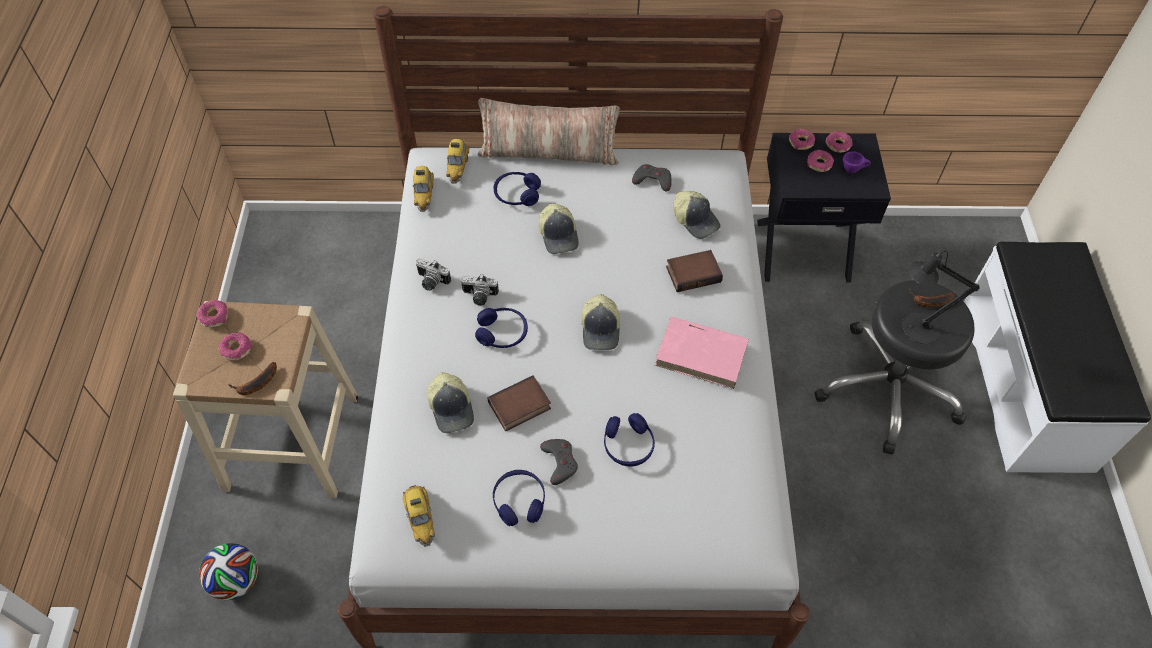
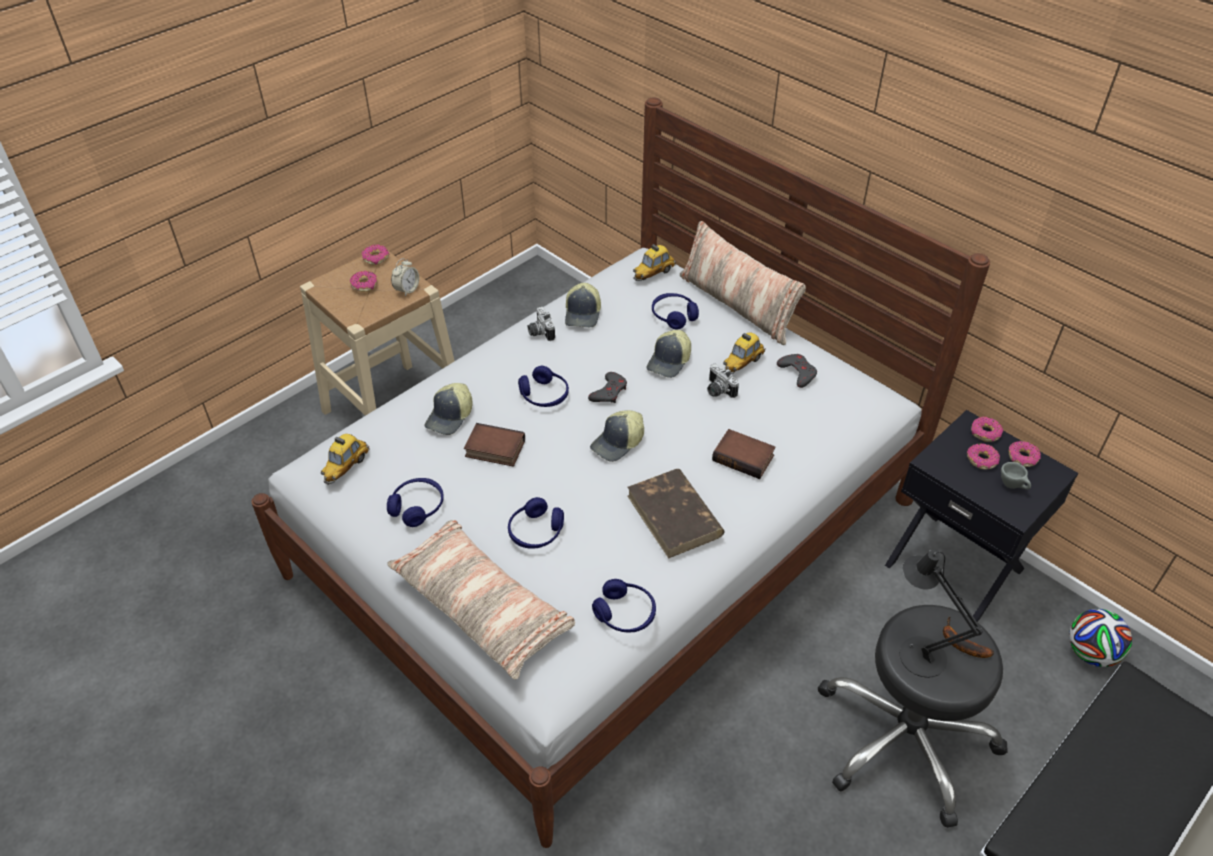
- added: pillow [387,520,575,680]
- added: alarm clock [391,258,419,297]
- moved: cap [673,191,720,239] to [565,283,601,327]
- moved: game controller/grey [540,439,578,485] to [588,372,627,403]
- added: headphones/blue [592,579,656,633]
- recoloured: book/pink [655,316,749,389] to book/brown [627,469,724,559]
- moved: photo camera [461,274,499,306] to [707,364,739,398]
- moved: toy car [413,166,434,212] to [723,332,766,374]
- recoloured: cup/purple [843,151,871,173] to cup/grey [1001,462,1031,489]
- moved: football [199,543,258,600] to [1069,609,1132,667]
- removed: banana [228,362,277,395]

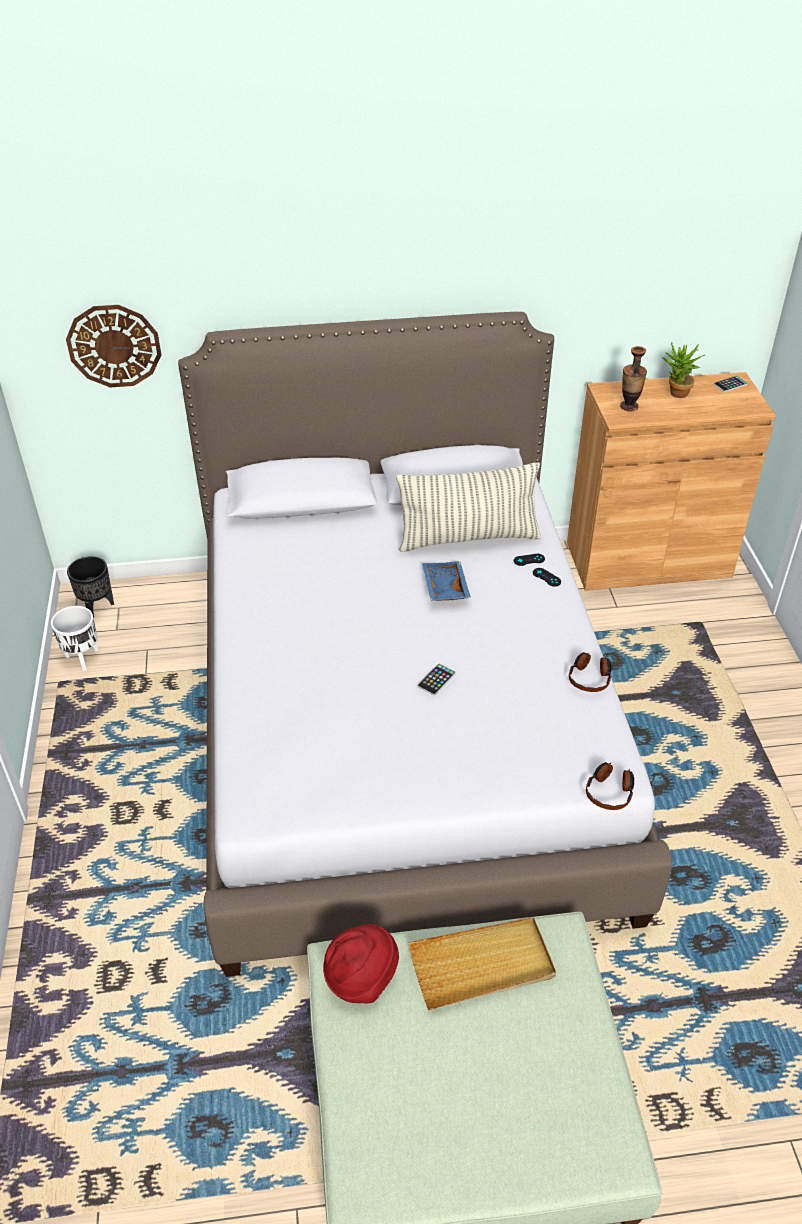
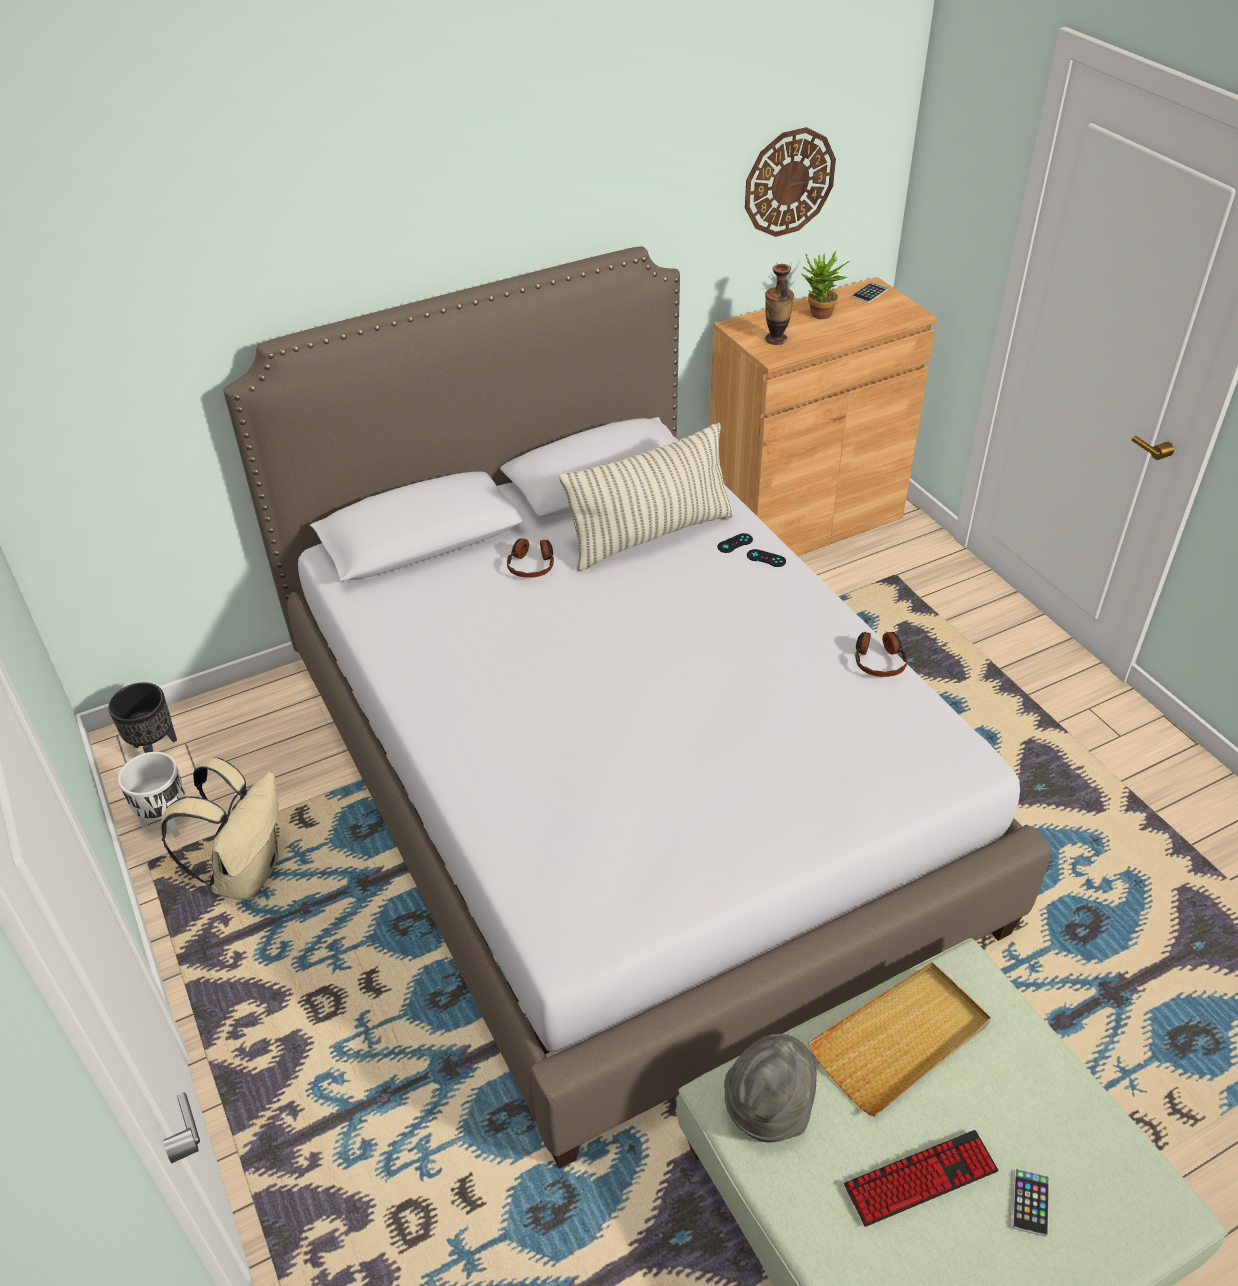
- added: backpack/beige [161,757,279,900]
- moved: headphones [586,762,634,810] to [507,538,554,578]
- recoloured: hat/red [323,924,399,1003] to hat/grey [724,1034,817,1142]
- moved: wall clock [66,305,161,388] to [745,127,836,237]
- added: keyboard [844,1130,998,1227]
- moved: phone [417,663,456,696] to [1012,1168,1049,1237]
- removed: tray/blue [422,561,471,601]

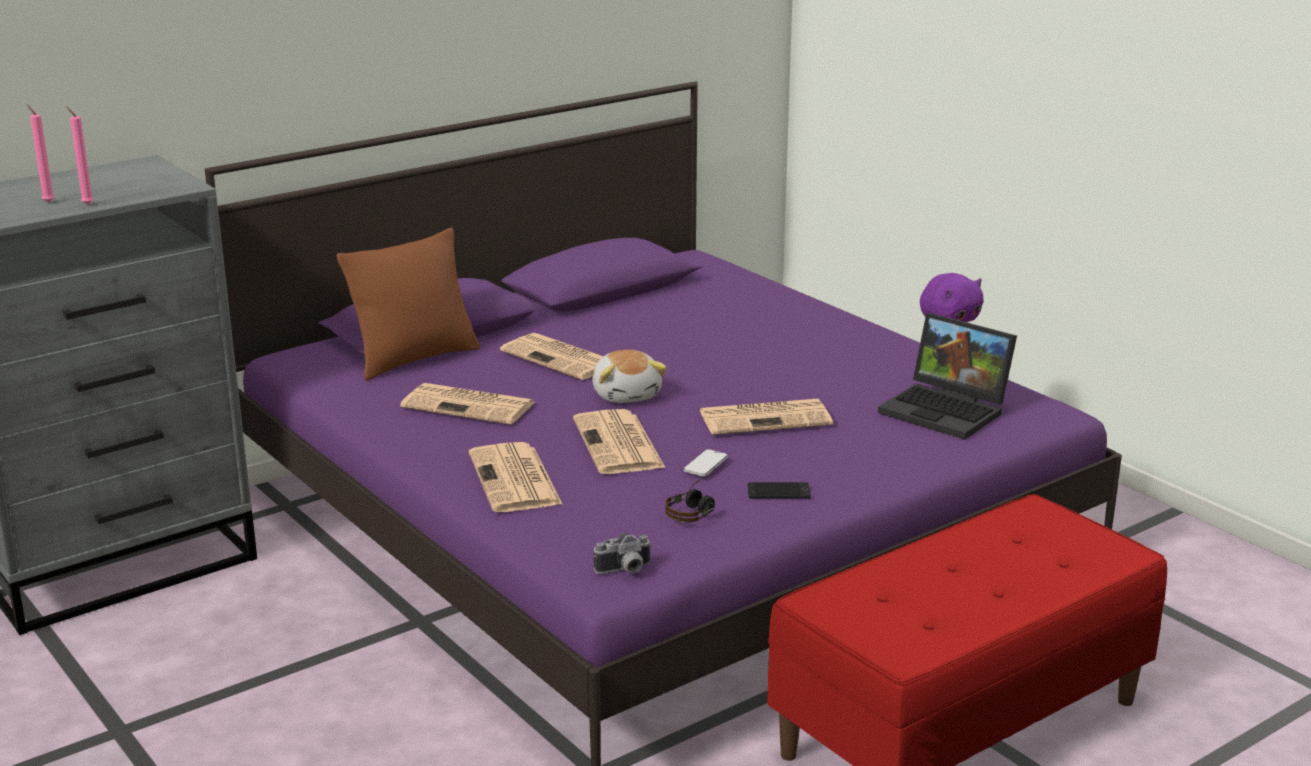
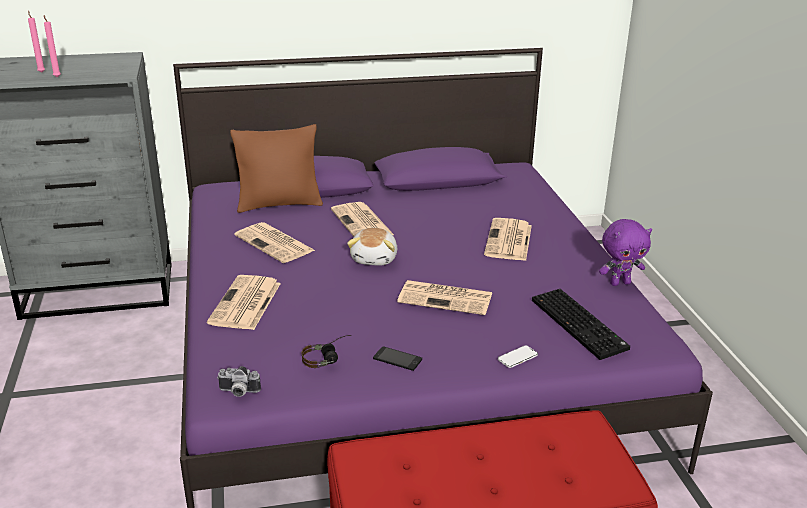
- moved: newspaper [573,409,666,474] to [484,218,532,261]
- moved: phone [684,449,728,476] to [498,345,538,368]
- replaced: laptop [878,313,1017,440] to keyboard [532,289,630,360]

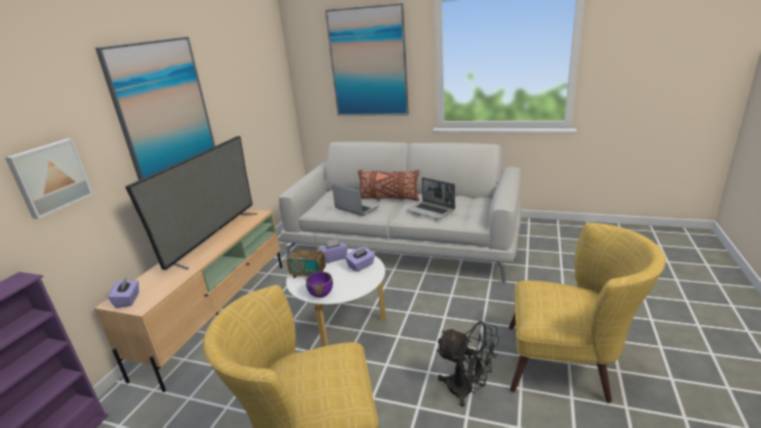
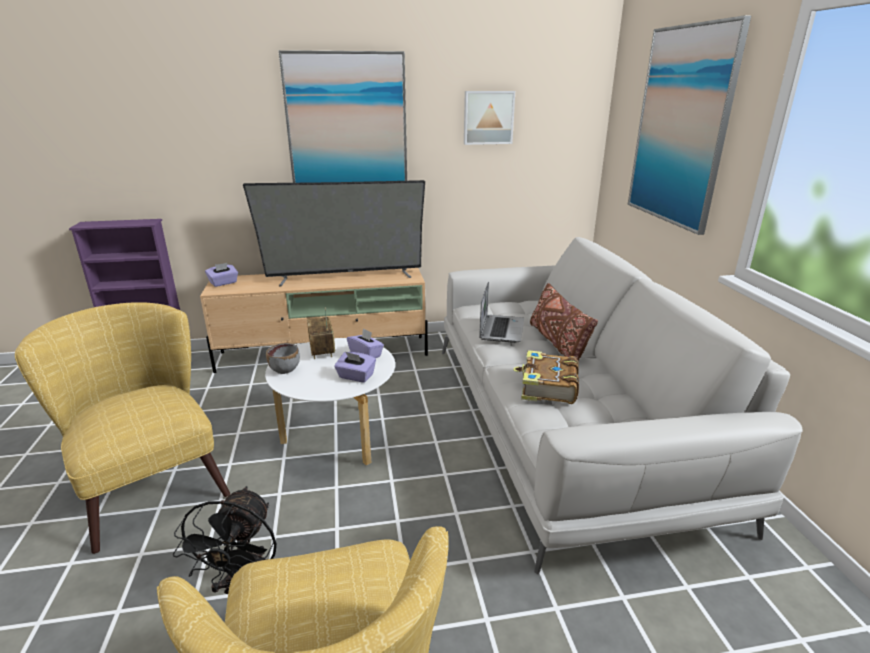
- recoloured: bowl/purple [306,272,333,298] to bowl/grey [266,343,300,374]
- moved: picture [5,139,93,219] to [464,91,515,145]
- replaced: laptop [407,177,455,219] to book [513,350,579,404]

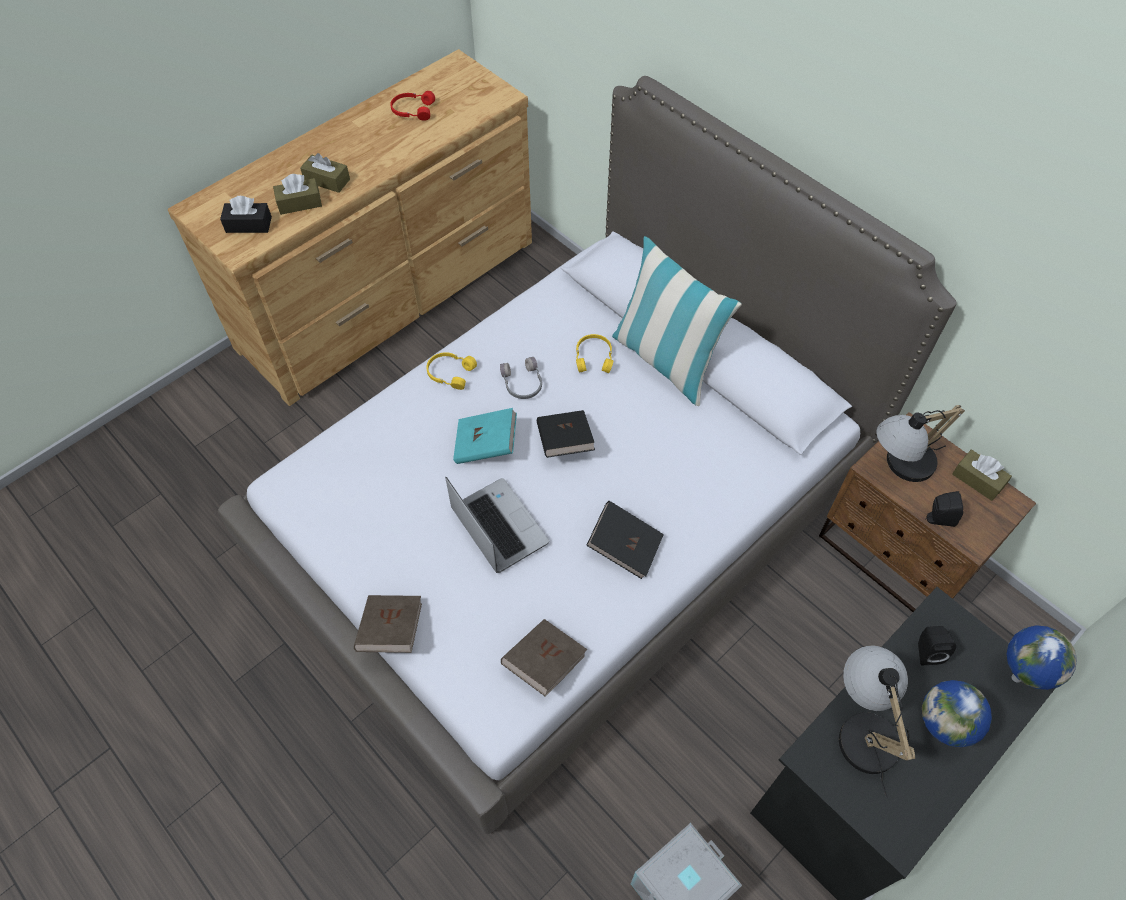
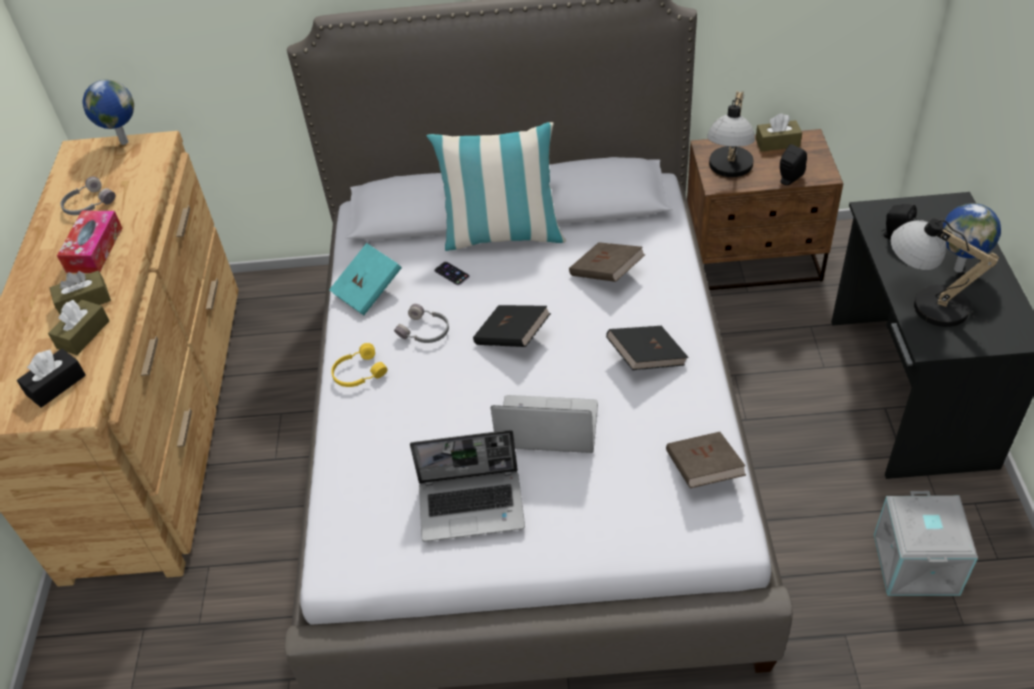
- added: tissue box [57,211,122,273]
- recoloured: headphones/red [390,91,435,121] to headphones/grey [61,177,115,215]
- moved: globe [1007,626,1077,690] to [83,79,134,145]
- moved: book/turquoise [453,408,517,464] to [329,243,402,315]
- added: laptop [410,430,525,541]
- replaced: headphones/yellow [576,334,613,373] to phone [434,261,470,286]
- moved: book/brown [354,595,422,653] to [569,242,645,282]

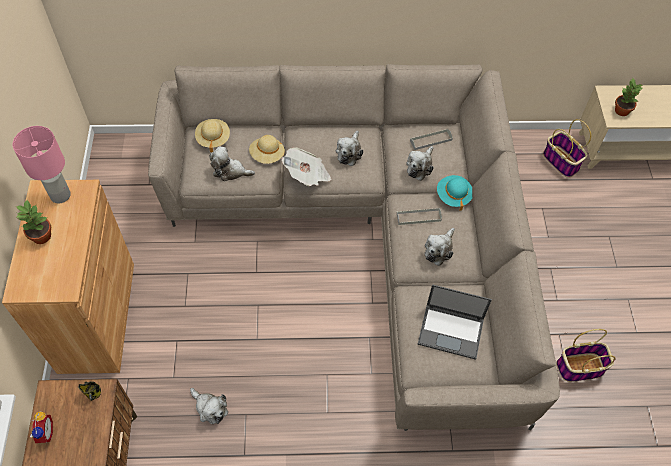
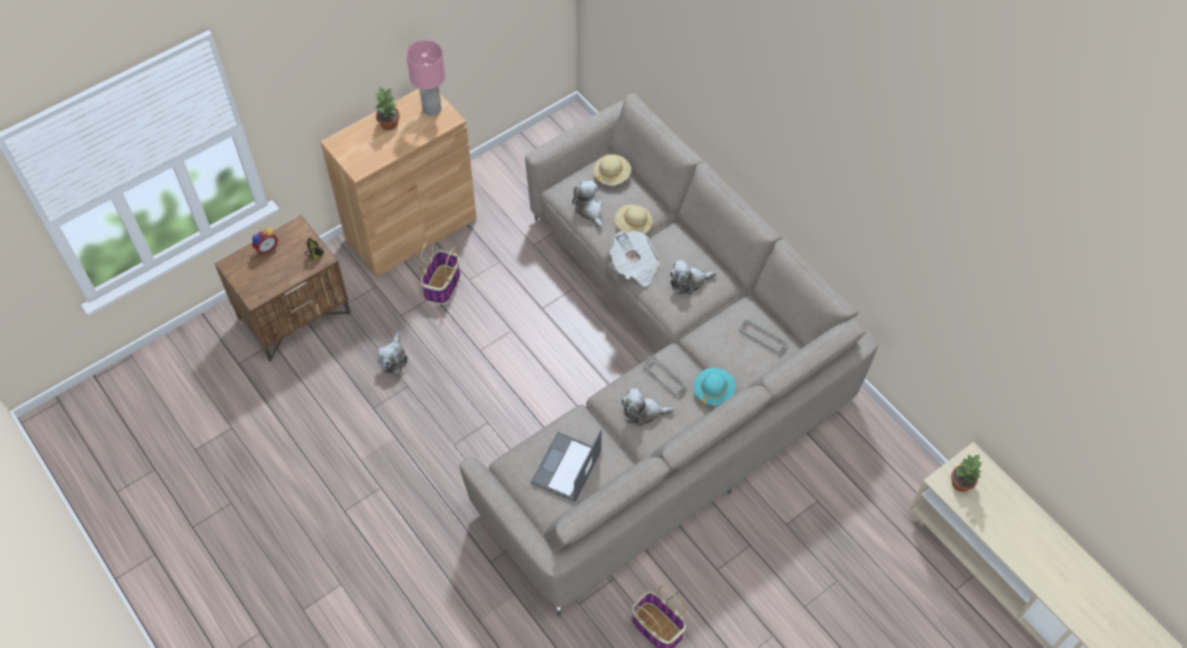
- moved: basket [543,119,591,178] to [420,239,460,304]
- turned: laptop [417,284,492,360] = [531,430,602,502] 45 degrees clockwise
- removed: plush toy [406,146,434,181]

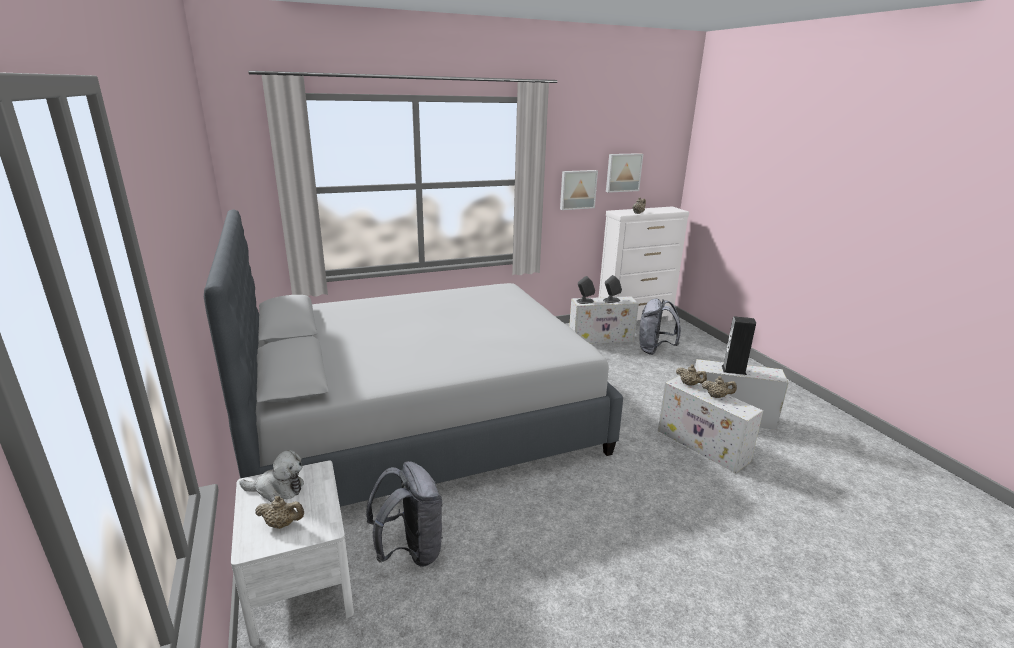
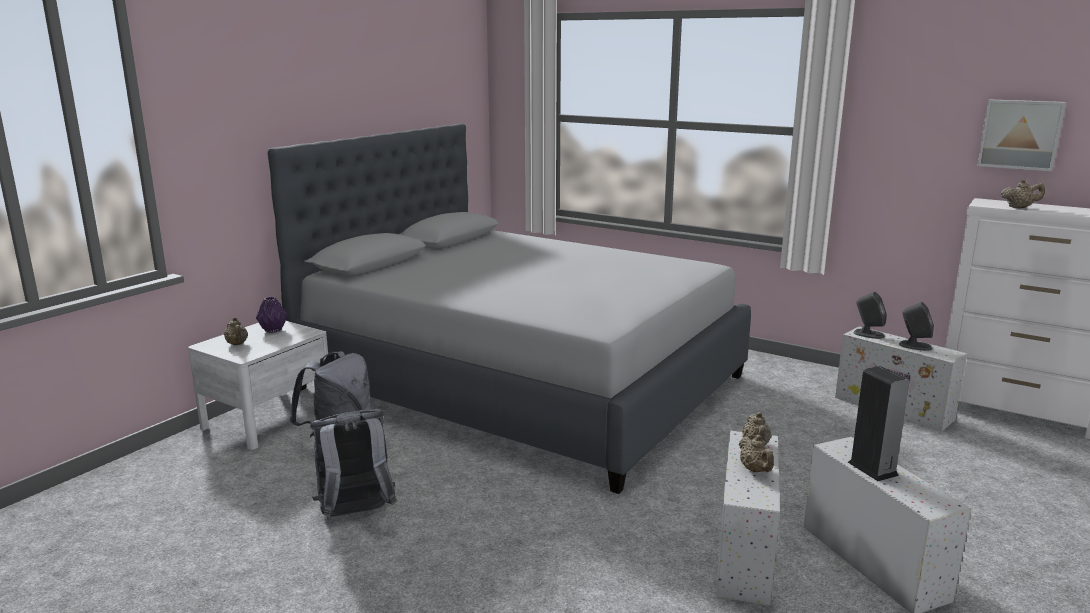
- replaced: plush toy [239,450,304,502] to vase/purple [256,297,288,333]
- moved: backpack/grey [639,299,681,355] to [310,409,397,517]
- removed: picture [560,170,598,210]

